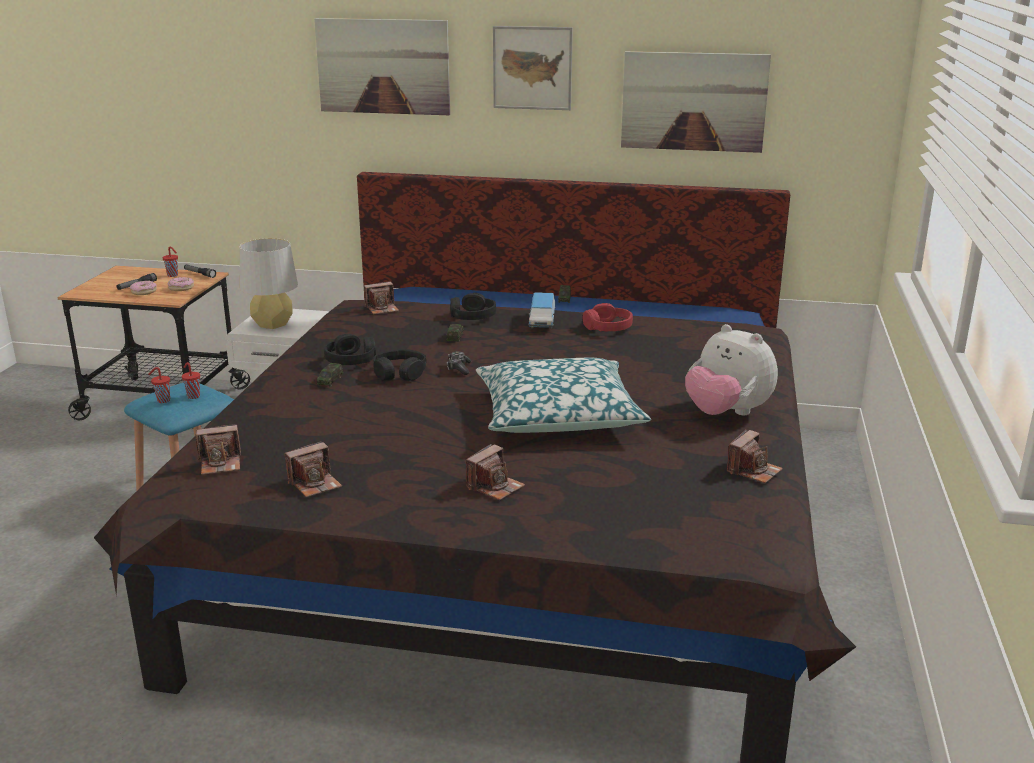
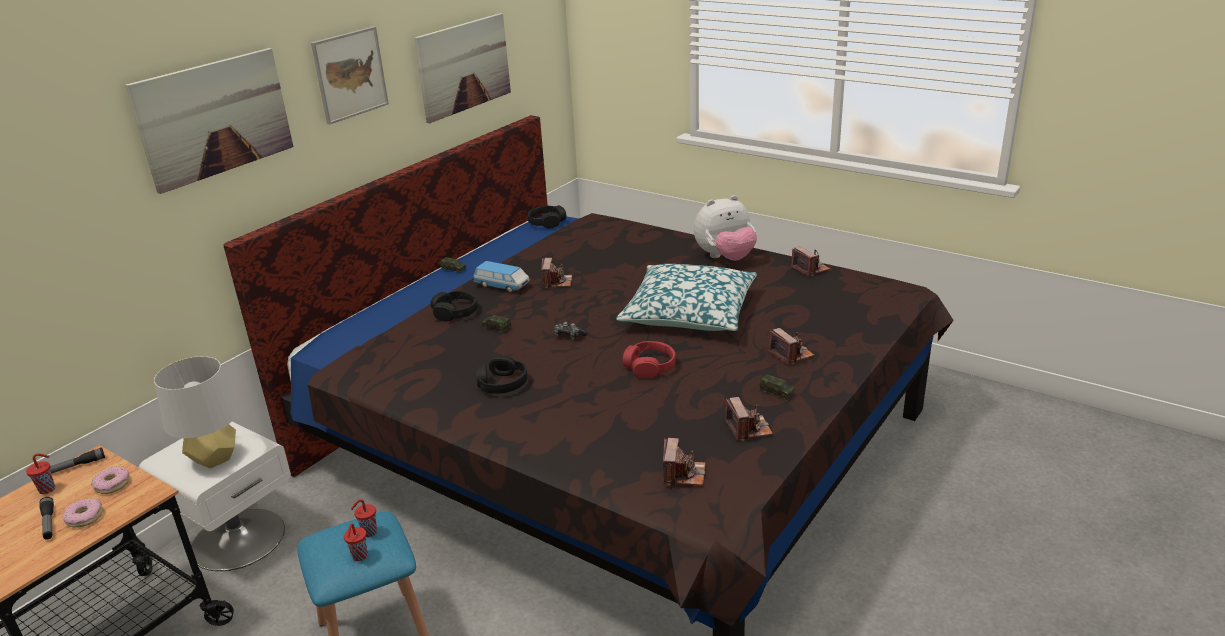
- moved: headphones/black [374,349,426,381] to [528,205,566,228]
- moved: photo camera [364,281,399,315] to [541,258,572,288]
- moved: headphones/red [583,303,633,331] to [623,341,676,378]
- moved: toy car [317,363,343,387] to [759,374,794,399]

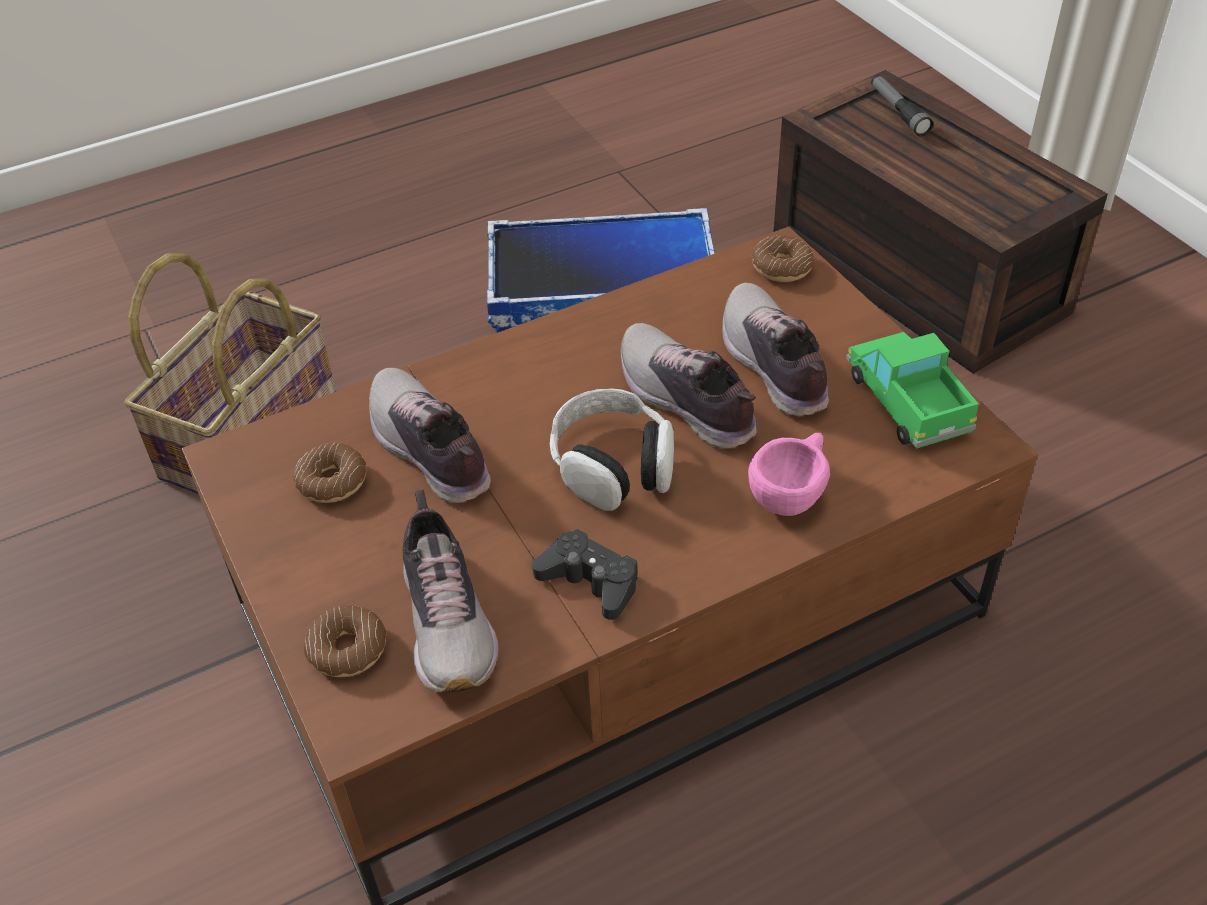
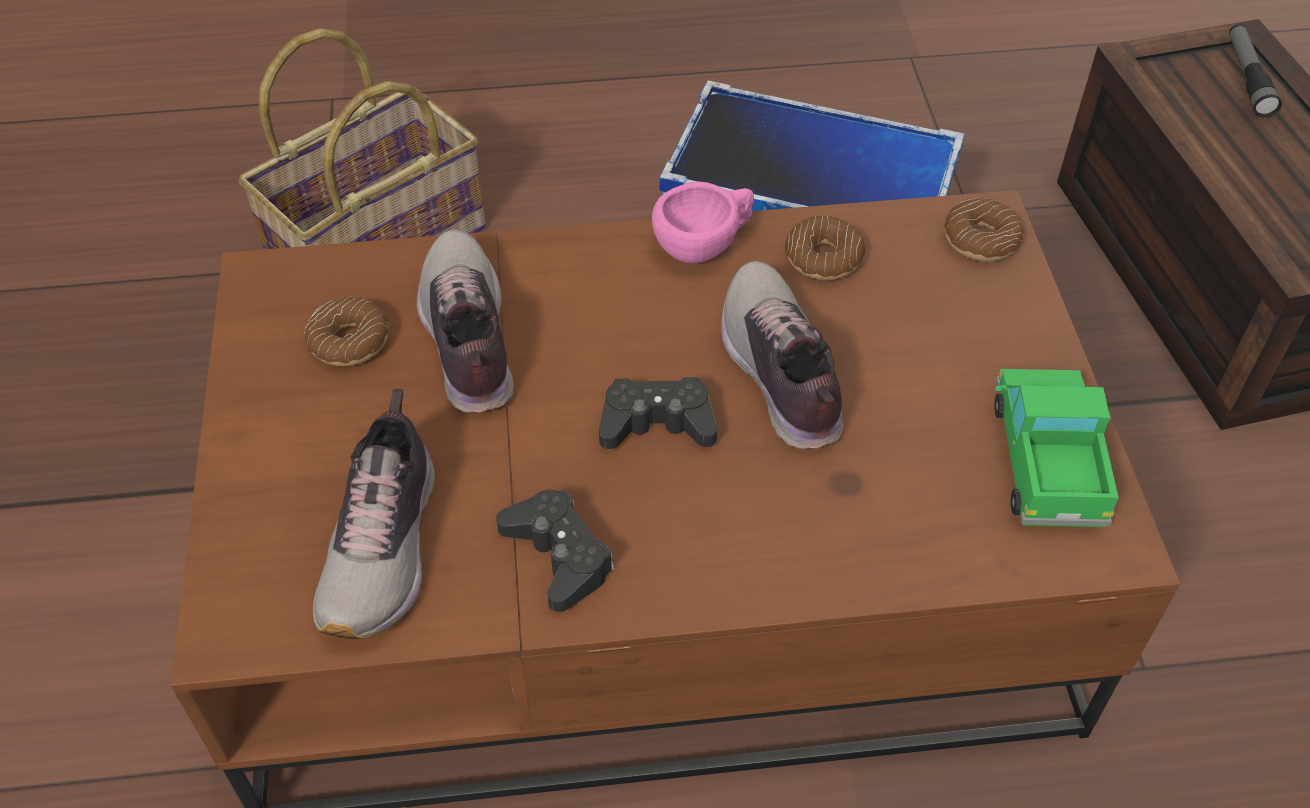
- replaced: headphones [550,389,674,511] to game controller/black [599,377,717,449]
- moved: cup/pink [748,433,830,516] to [652,181,754,263]
- moved: donut [304,605,386,677] to [785,216,866,280]
- removed: shoe [722,283,829,416]

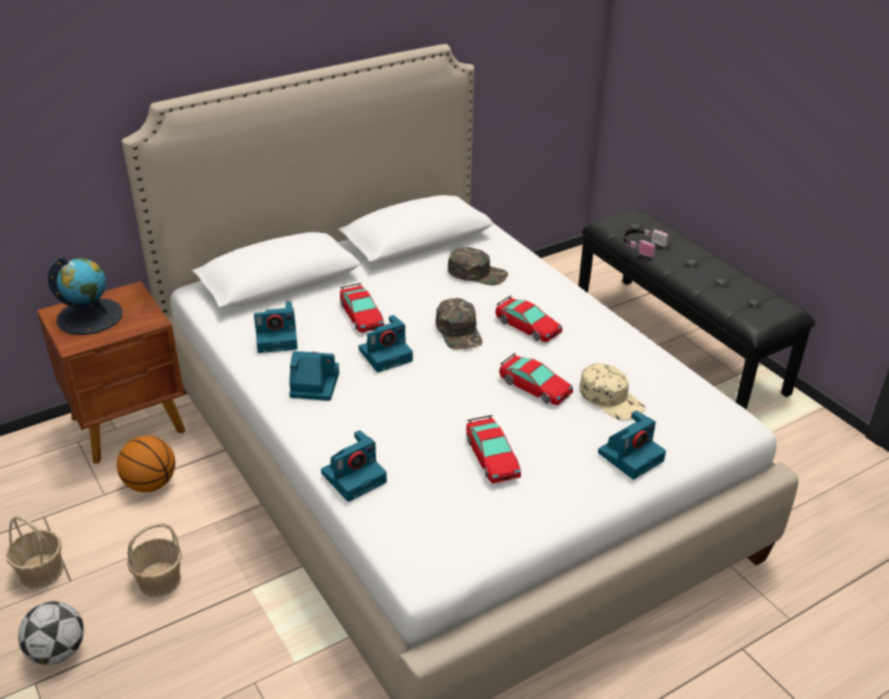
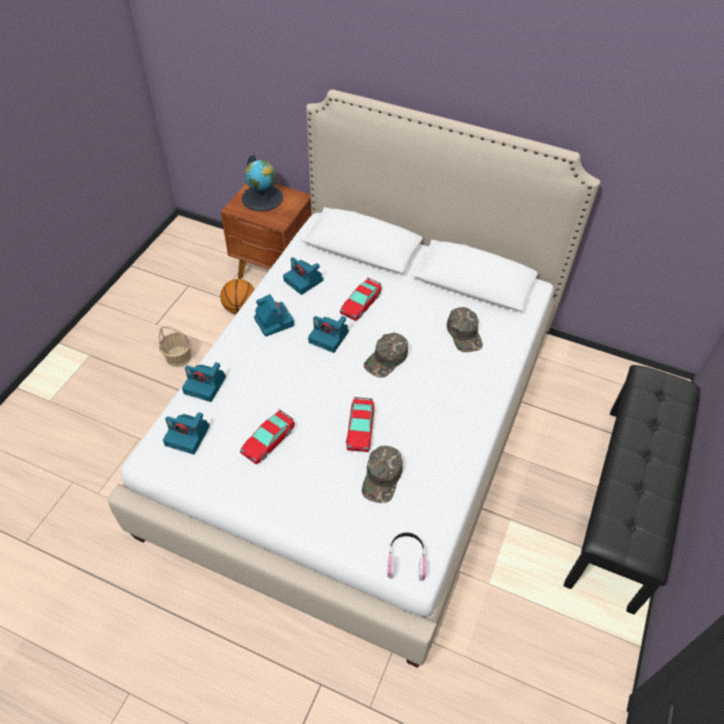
- moved: photo camera [598,411,666,480] to [163,412,210,454]
- recoloured: cap/beige [580,363,645,420] to cap/green [362,446,403,503]
- moved: headphones [624,229,668,257] to [387,532,426,581]
- removed: basket [6,516,63,588]
- removed: football [18,601,84,665]
- removed: toy car [495,295,562,342]

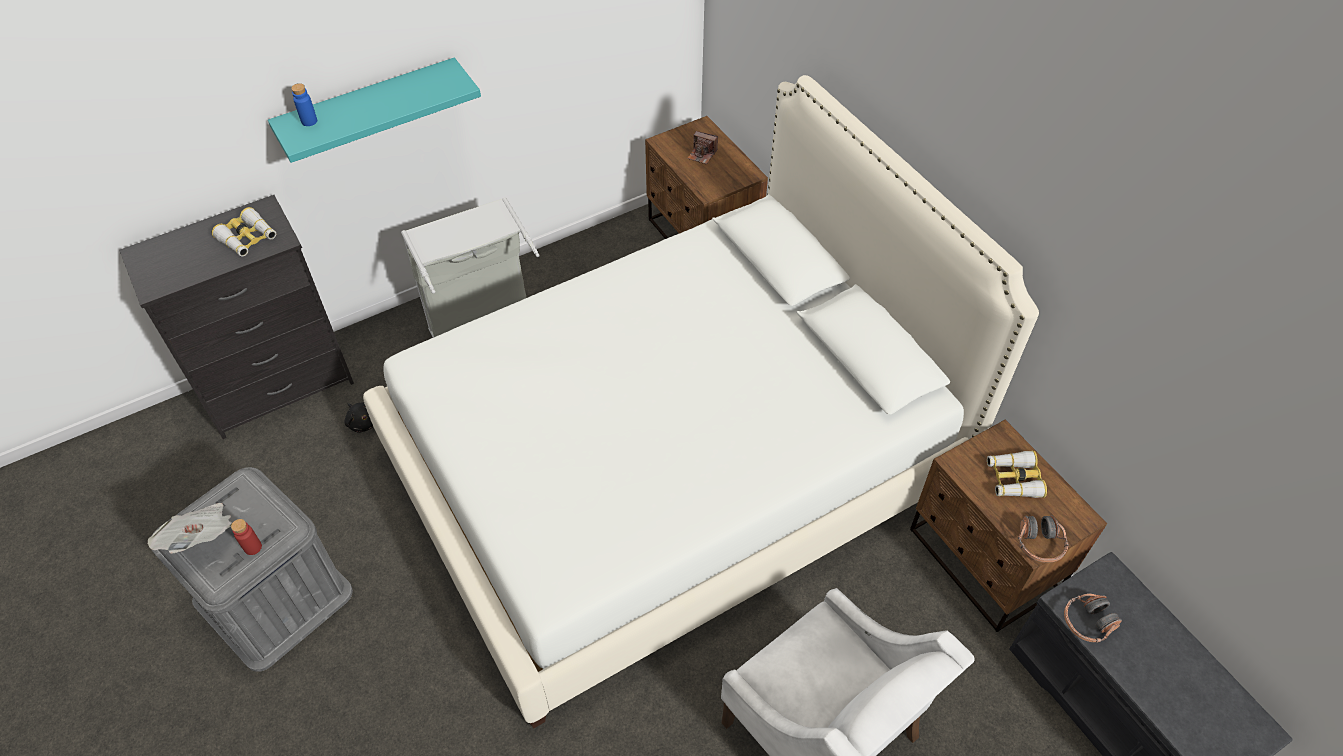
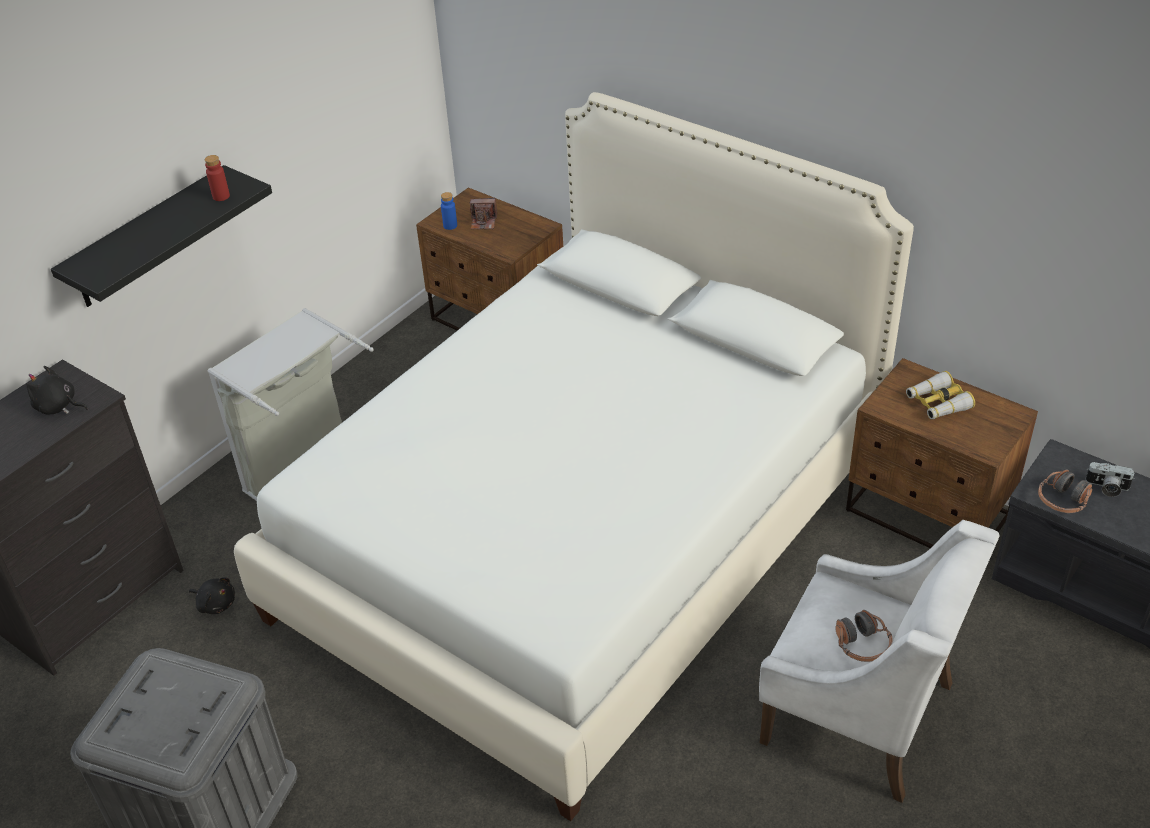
- replaced: binoculars [212,207,276,257] to plush toy/black [26,366,89,415]
- recoloured: shelf/turquoise [268,58,481,163] to shelf/black [51,165,272,307]
- moved: bottle/red [231,519,262,555] to [205,155,230,201]
- moved: bottle/blue [291,83,317,126] to [441,192,457,230]
- moved: headphones [1018,515,1069,562] to [835,610,892,662]
- added: photo camera [1085,462,1135,497]
- removed: newspaper [147,503,232,554]

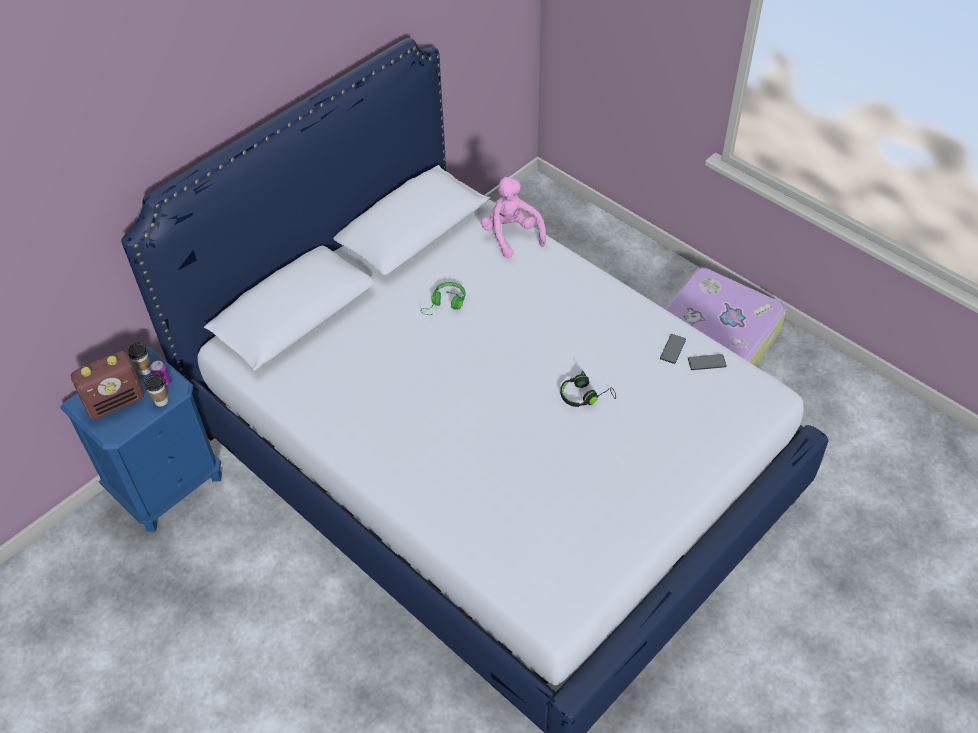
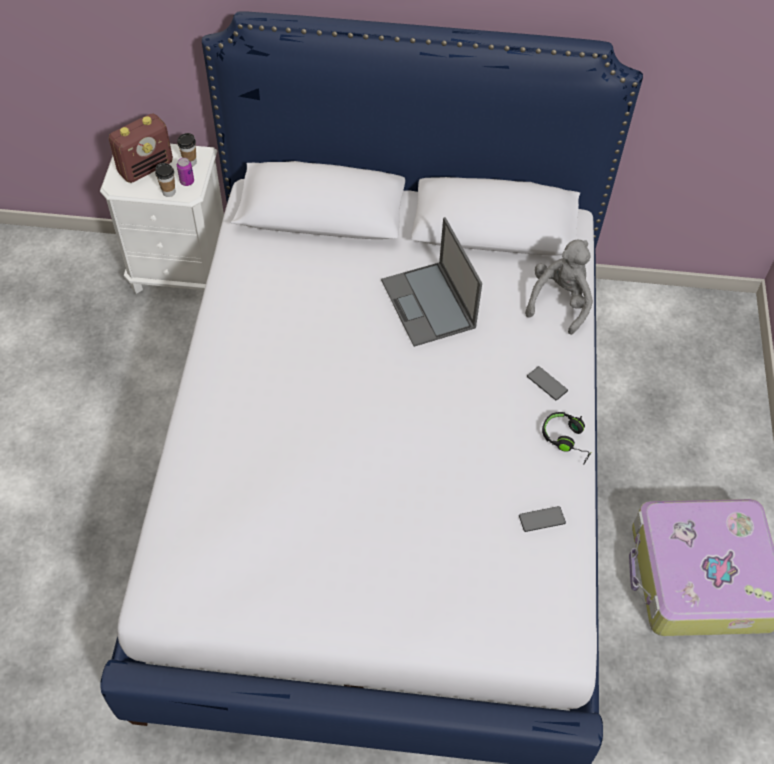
- recoloured: nightstand/blue [60,346,222,532] to nightstand/white [100,144,224,294]
- turned: radio [71,351,144,419] = [109,113,173,183] 60 degrees counterclockwise
- replaced: headphones/green [421,282,466,315] to laptop [381,217,482,347]
- recoloured: plush toy/pink [481,177,546,259] to plush toy/grey [525,239,593,335]
- moved: phone [688,354,727,370] to [527,366,568,400]
- moved: headphones/black [560,371,616,407] to [542,412,591,465]

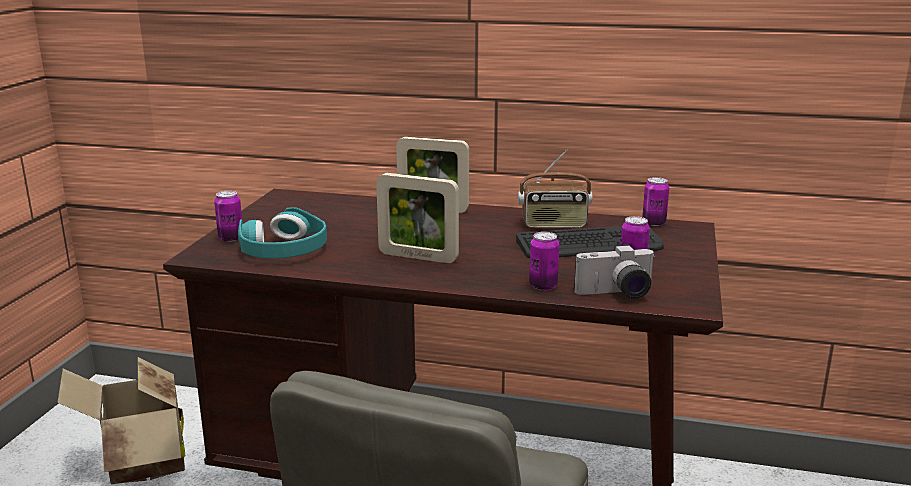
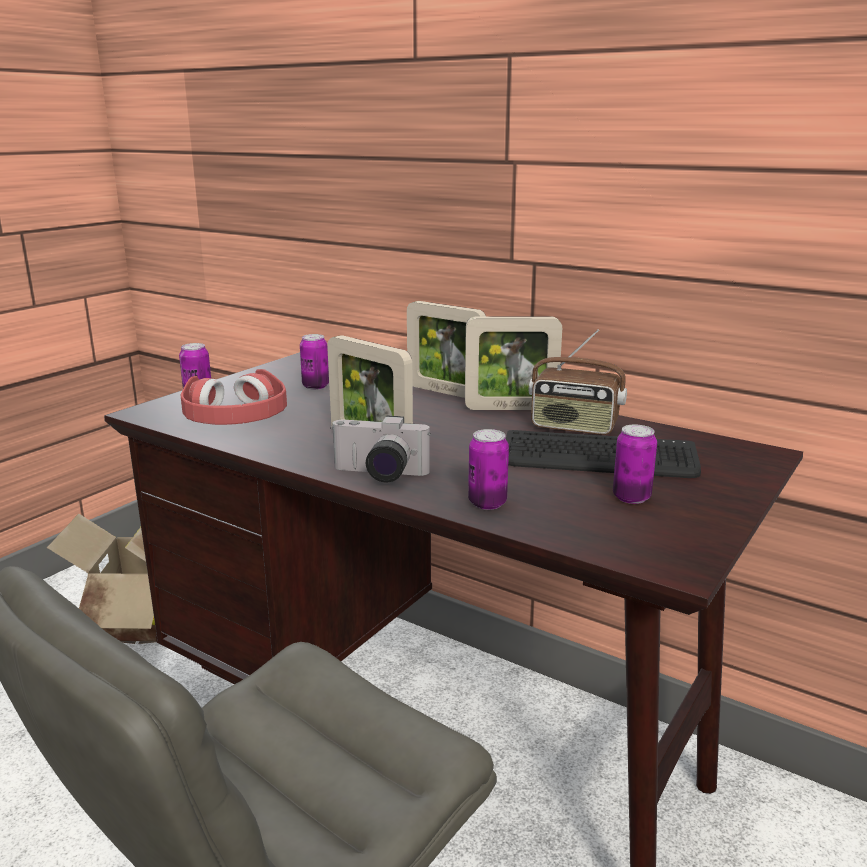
- recoloured: headphones/turquoise [238,207,327,258] to headphones/red [181,369,287,425]
- moved: can [642,177,669,226] to [300,334,329,390]
- moved: photo camera [574,245,656,299] to [330,415,431,483]
- added: picture frame [465,317,562,410]

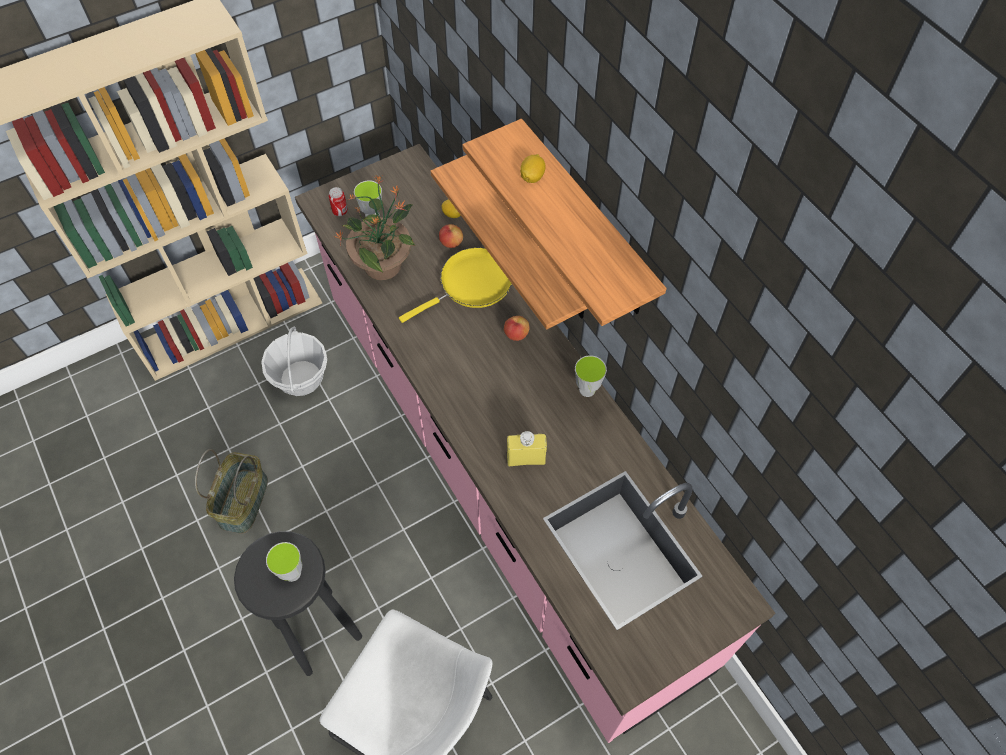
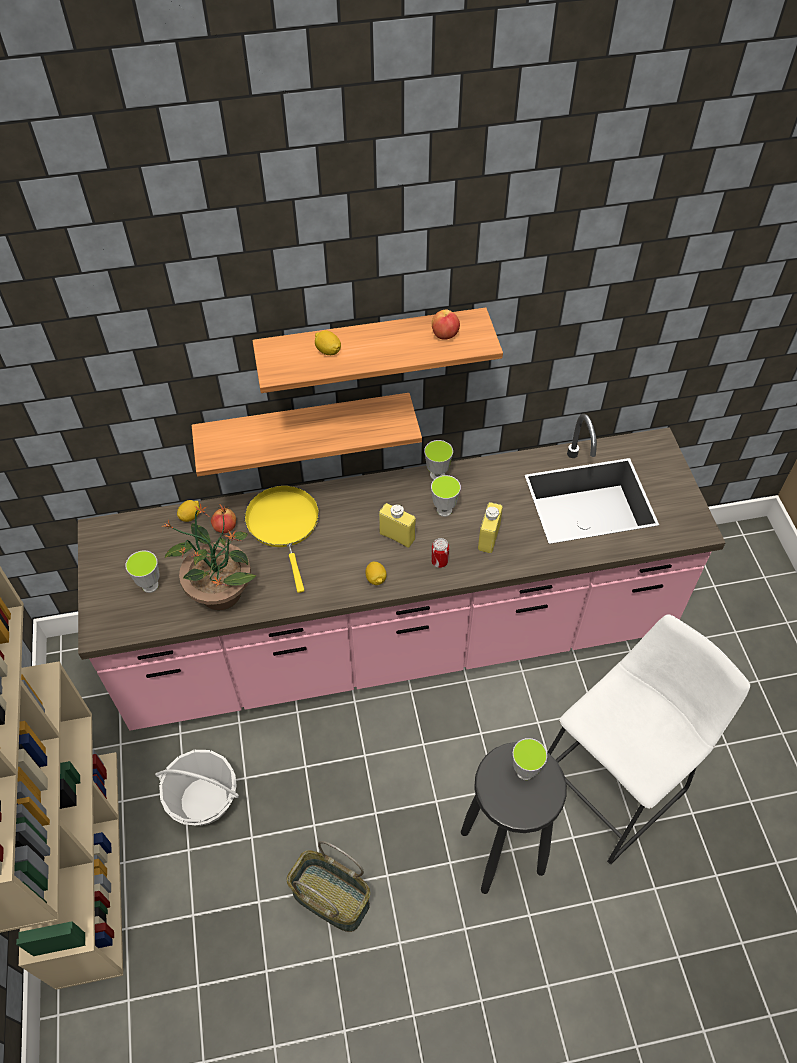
- added: lemon [365,562,387,585]
- added: bottle/yellow [379,503,416,548]
- added: cup [431,475,461,517]
- moved: can [329,187,348,216] to [431,538,449,568]
- moved: apple [504,316,529,341] to [432,309,460,340]

